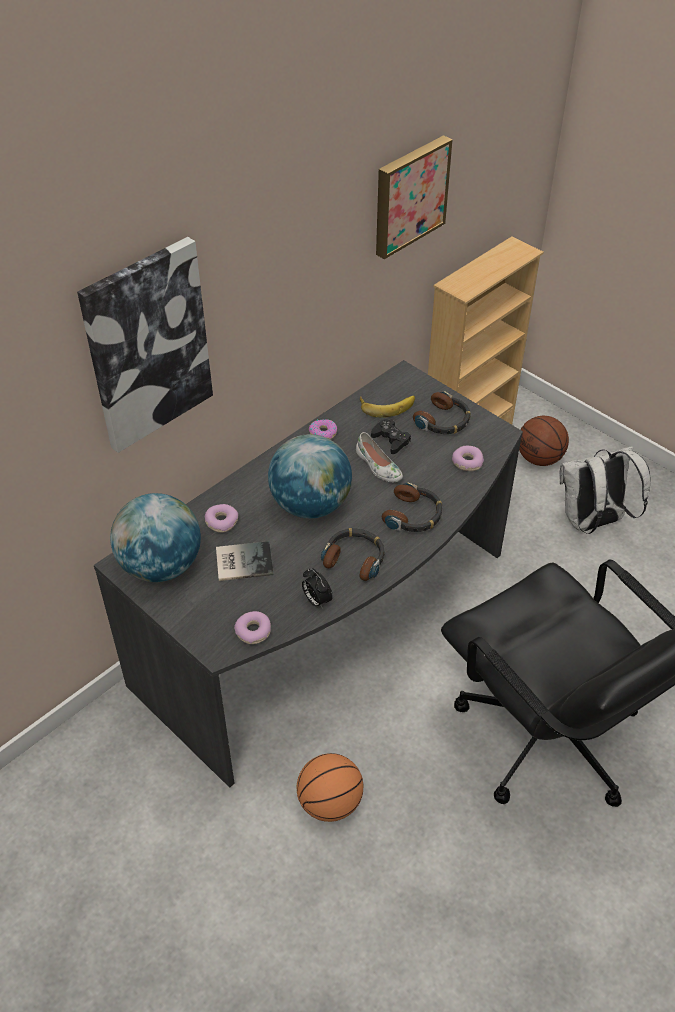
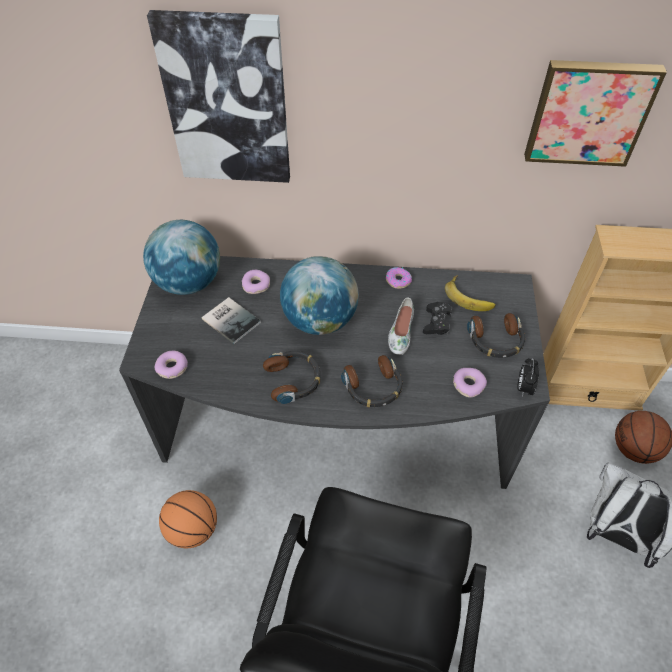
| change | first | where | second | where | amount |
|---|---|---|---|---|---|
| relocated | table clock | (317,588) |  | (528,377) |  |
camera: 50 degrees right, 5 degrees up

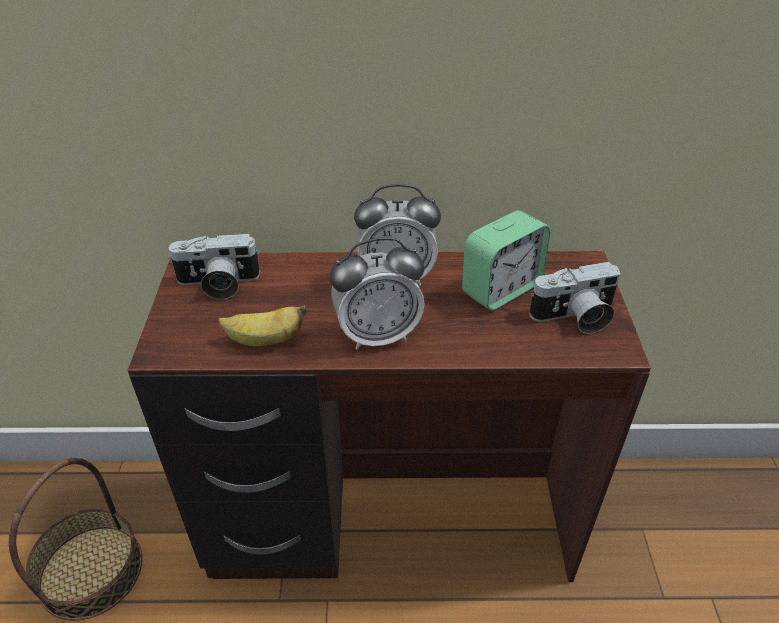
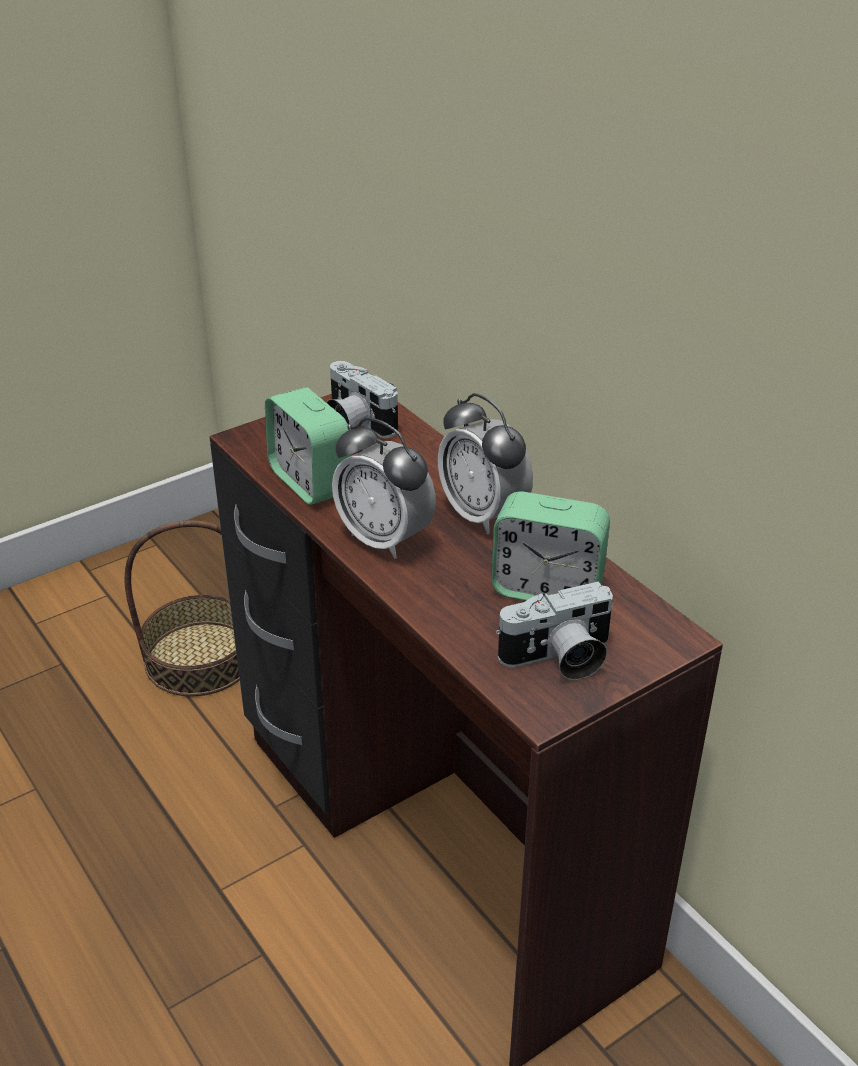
| change | first | where | second | where | amount |
|---|---|---|---|---|---|
| exchanged | banana fruit | (262,325) | table clock | (308,446) |  |
| spun | still camera | (574,298) |  | (554,630) | 60 degrees counterclockwise |
camera: 55 degrees right, 5 degrees down

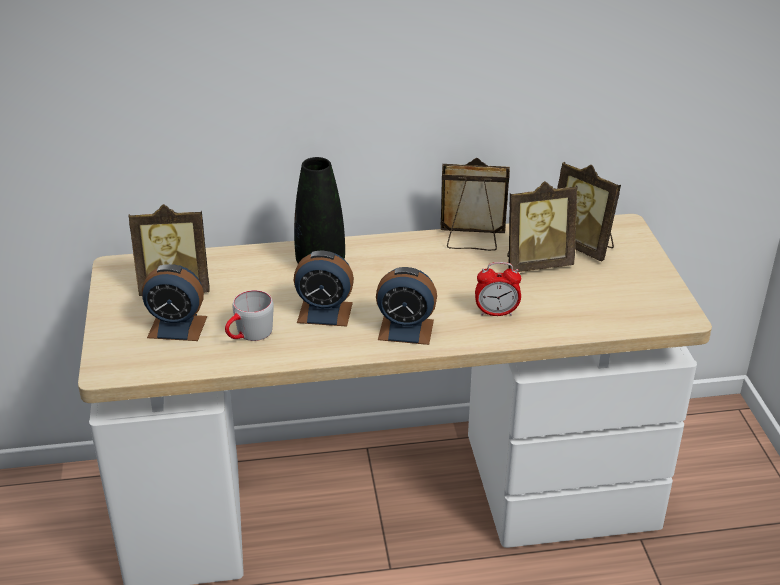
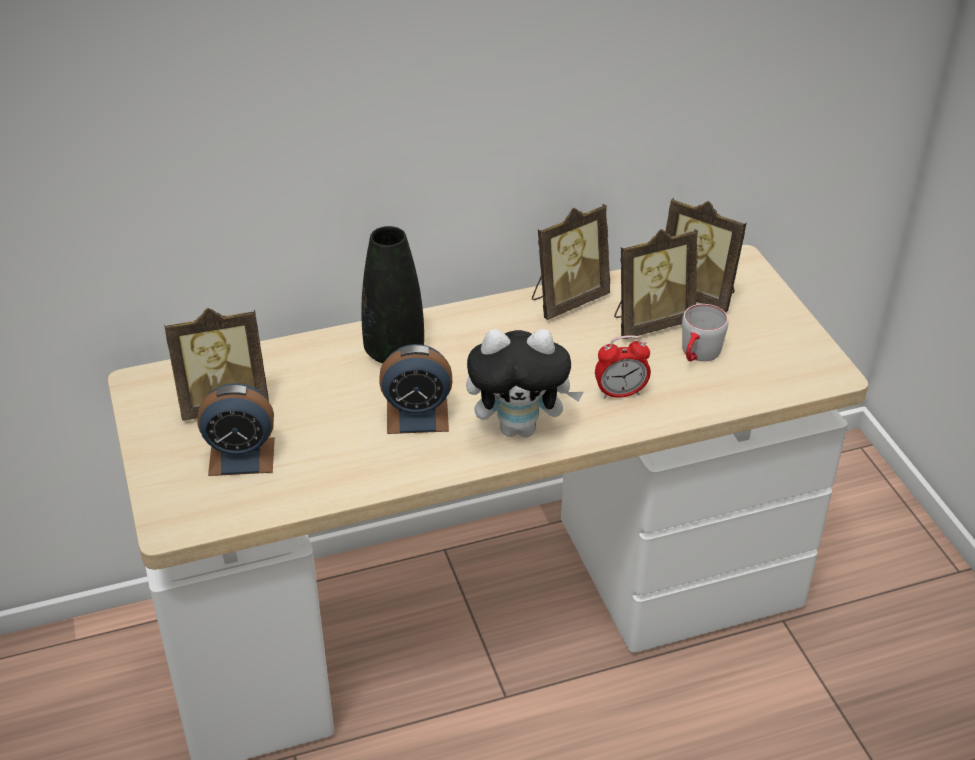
| change | first | where | second | where | amount |
|---|---|---|---|---|---|
| exchanged | table clock | (406,306) | plush toy | (525,383) |  |
| spun | photo frame | (475,204) |  | (571,262) | 150 degrees clockwise |
| relocated | tea mug/grey | (249,315) |  | (705,333) |  |
camera: 10 degrees left, 5 degrees up

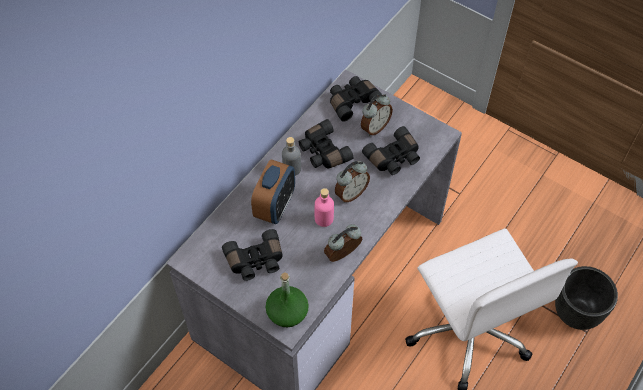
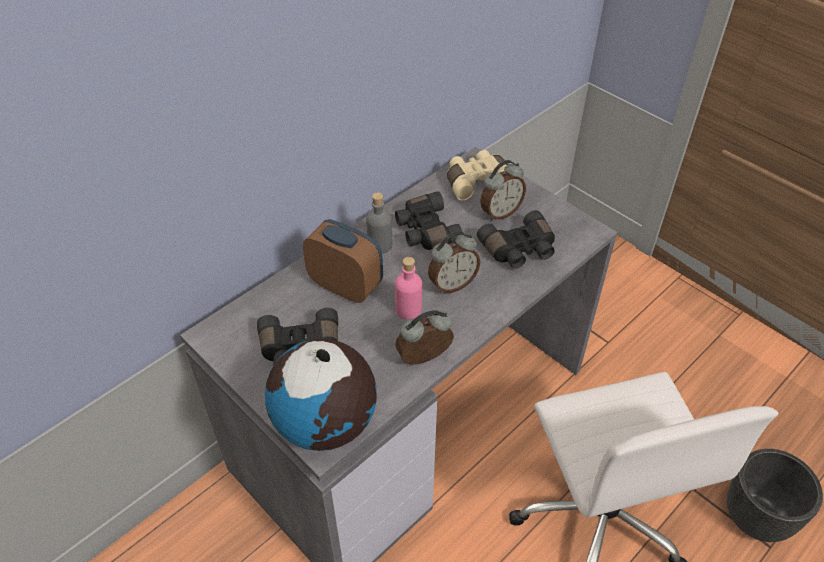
| change | first | where | second | where | amount |
|---|---|---|---|---|---|
| exchanged | beverage bottle/greenish | (287,299) | globe | (321,395) |  |
| spun | table clock | (273,192) |  | (343,261) | 90 degrees counterclockwise |
| colour | binoculars/black | (356,99) | binoculars/beige-coloured | (477,175) |  |
camera: 10 degrees right, 10 degrees down

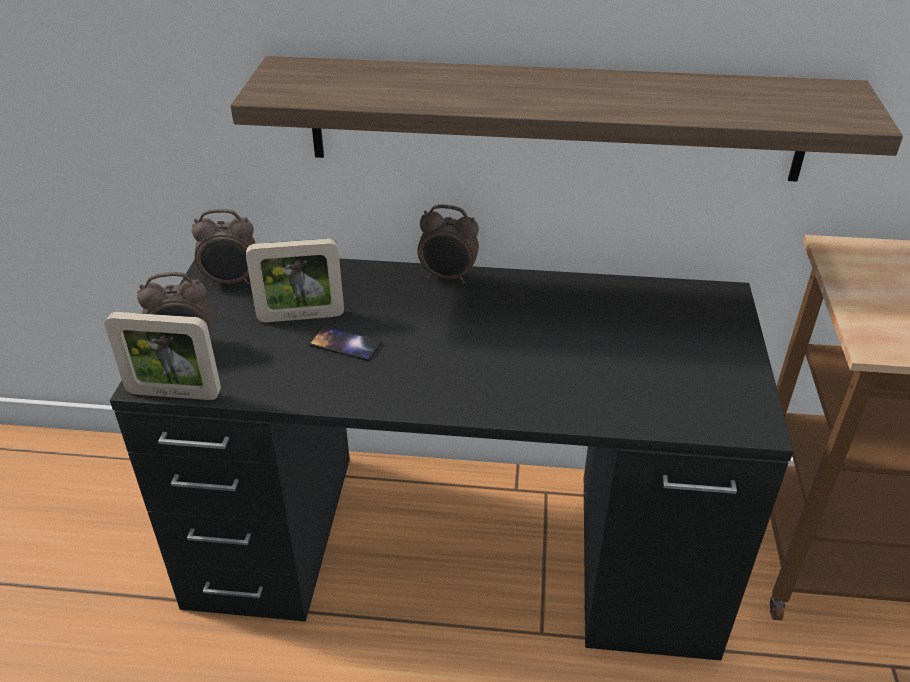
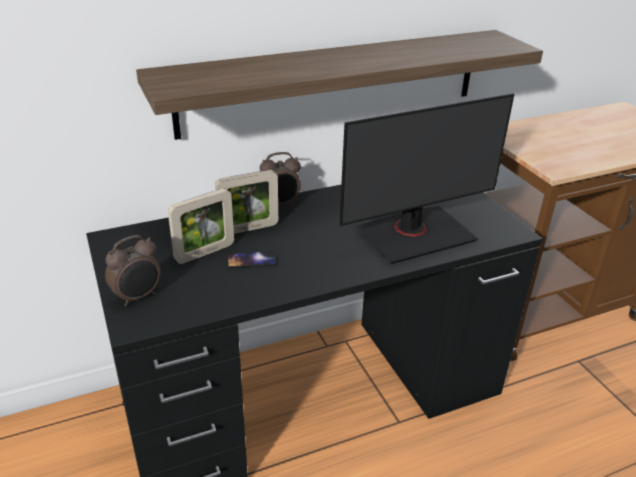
| change | first | where | second | where | amount |
|---|---|---|---|---|---|
| relocated | photo frame | (163,356) |  | (246,202) |  |
| appeared |  |  | monitor | (427,179) |  |
| missing | table clock | (224,247) |  |  |  |
camera: 30 degrees left, 5 degrees down

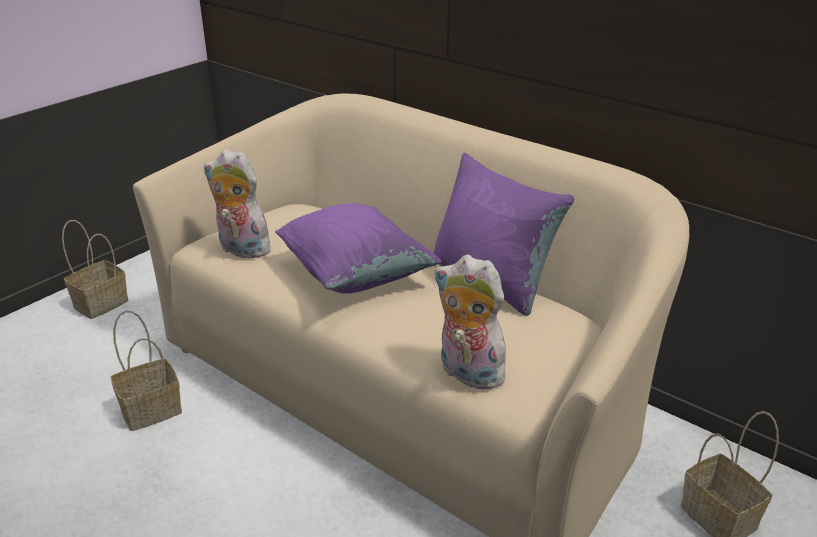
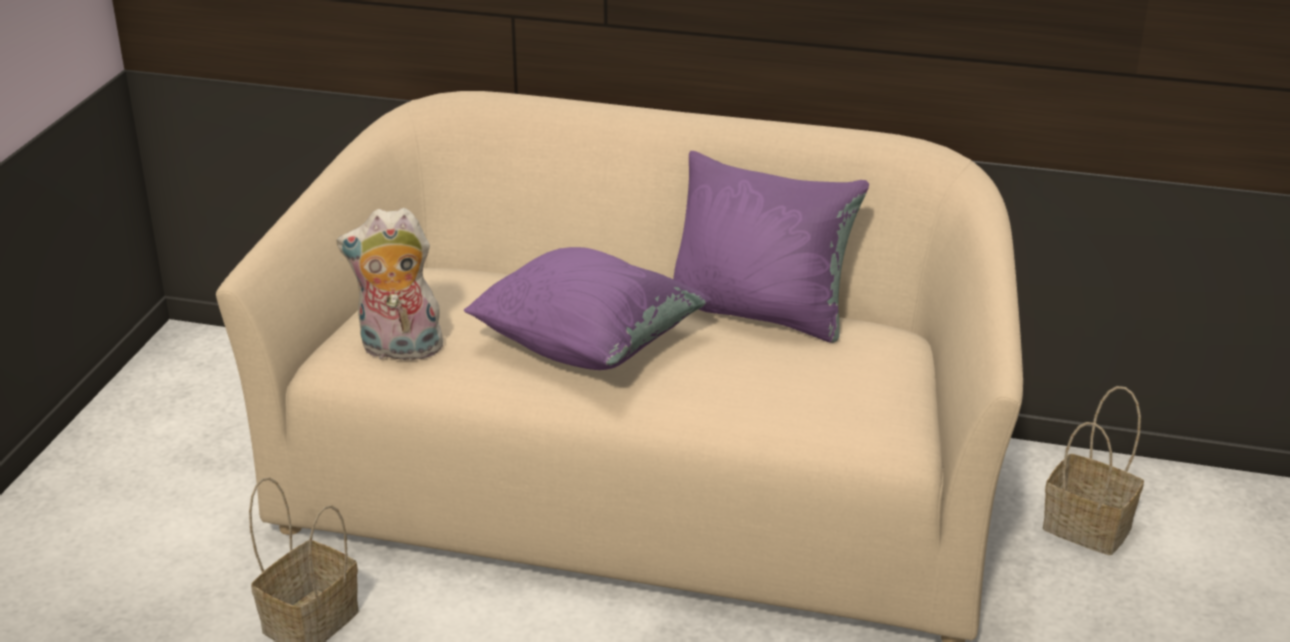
| change | first | where | second | where | amount |
|---|---|---|---|---|---|
| missing | household basket | (95,269) |  |  |  |
| missing | plush toy | (470,322) |  |  |  |
camera: 25 degrees left, 0 degrees up

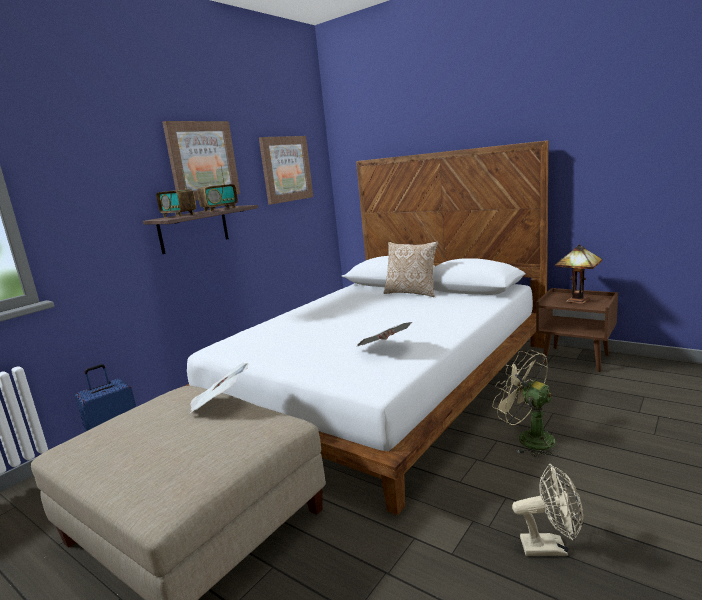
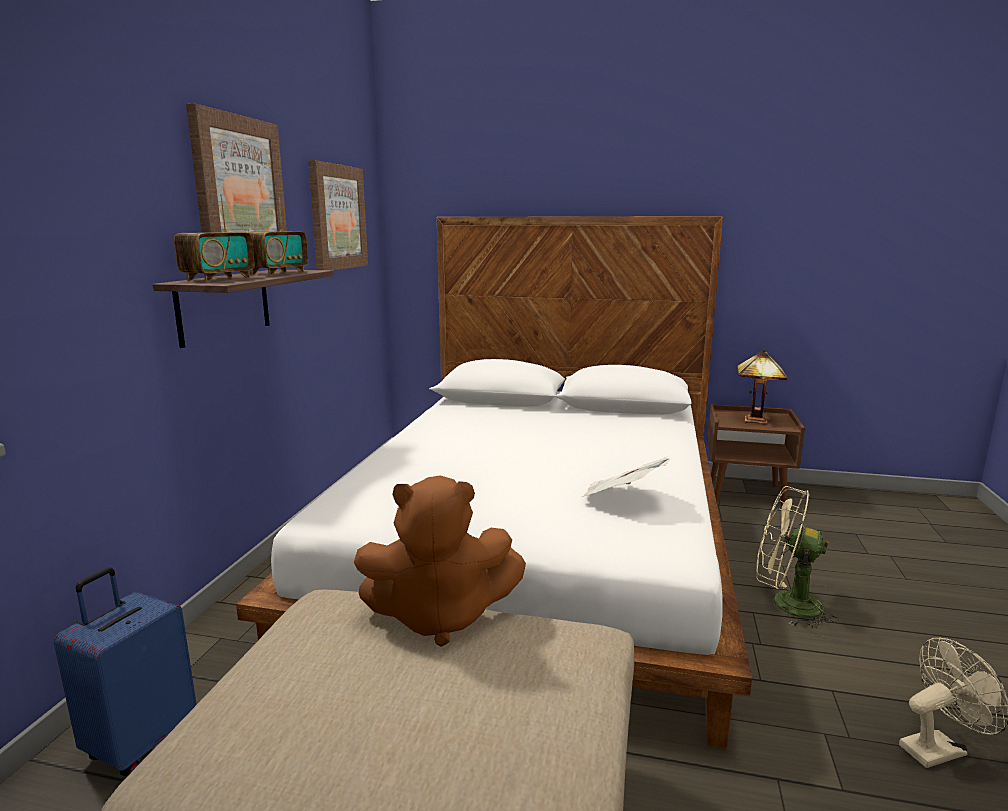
| change | first | where | second | where | amount |
|---|---|---|---|---|---|
| spun | radio receiver | (176,192) |  | (214,238) | 75 degrees counterclockwise |
| exchanged | daily paper | (218,388) | plush toy/brown-coloured | (440,561) |  |
| missing | cushion | (411,269) |  |  |  |
camera: 25 degrees left, 0 degrees up

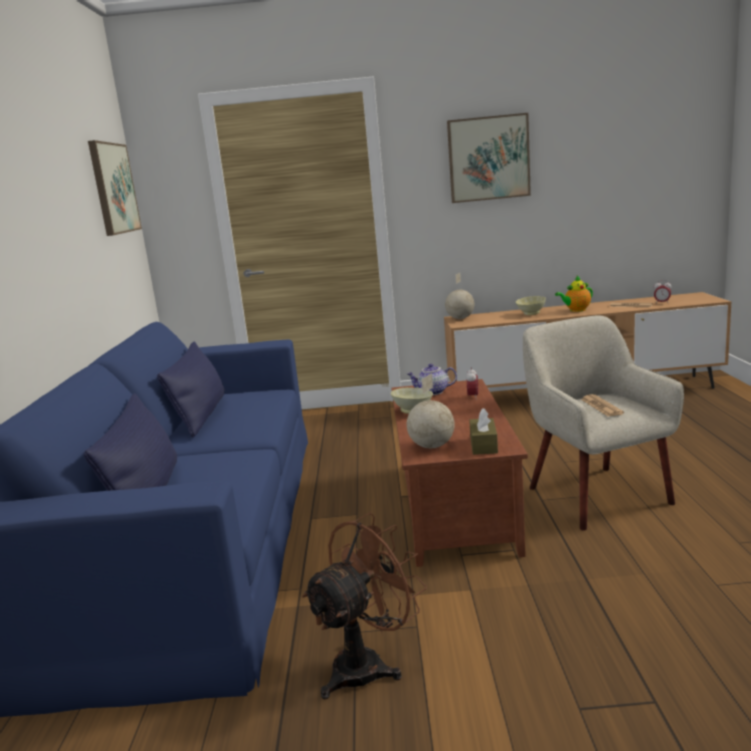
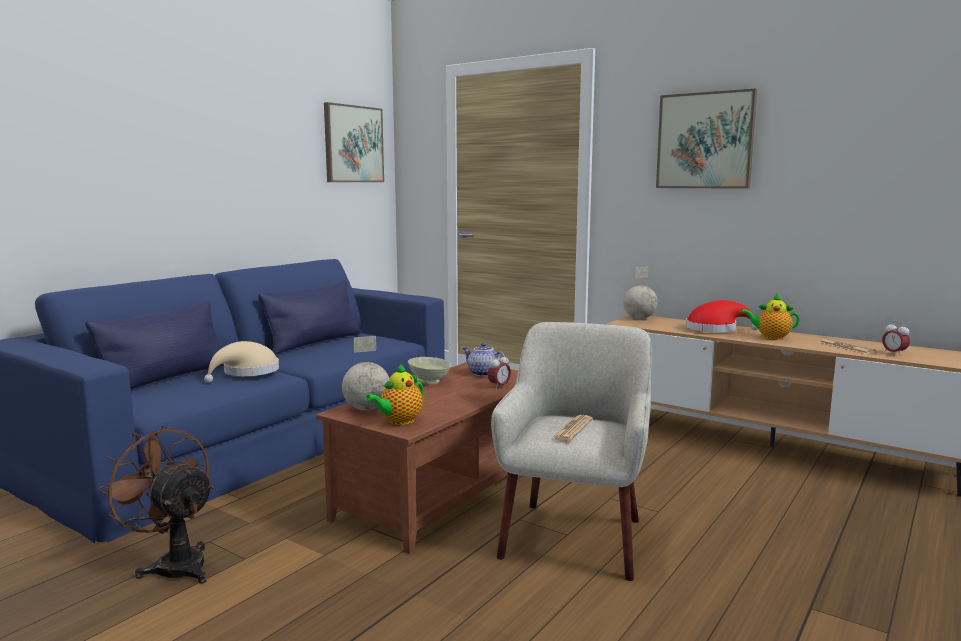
| change | first | where | second | where | amount |
|---|---|---|---|---|---|
| spun | electric fan/brown-coloured | (364,606) |  | (156,505) | 135 degrees counterclockwise |
| appeared |  |  | clothing hat/beige-coloured | (241,362) |  |
| exchanged | box of tissues/brown-coloured | (483,431) | pot for tea | (394,394) |  |
| exchanged | deep dish/beige-coloured | (531,305) | clothing hat/red | (722,316) |  |
camera: 35 degrees right, 5 degrees down

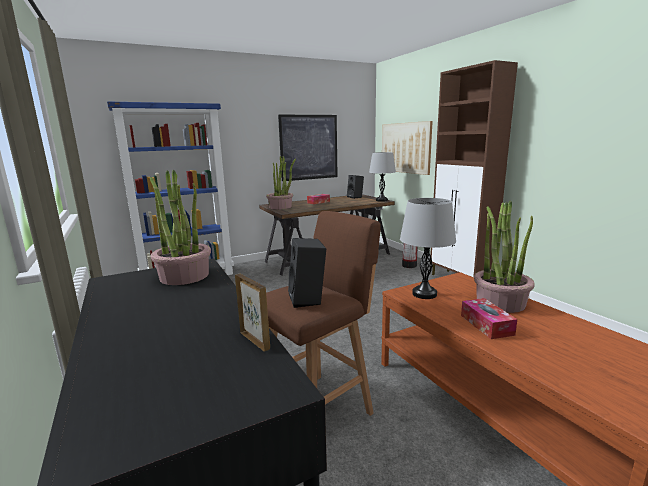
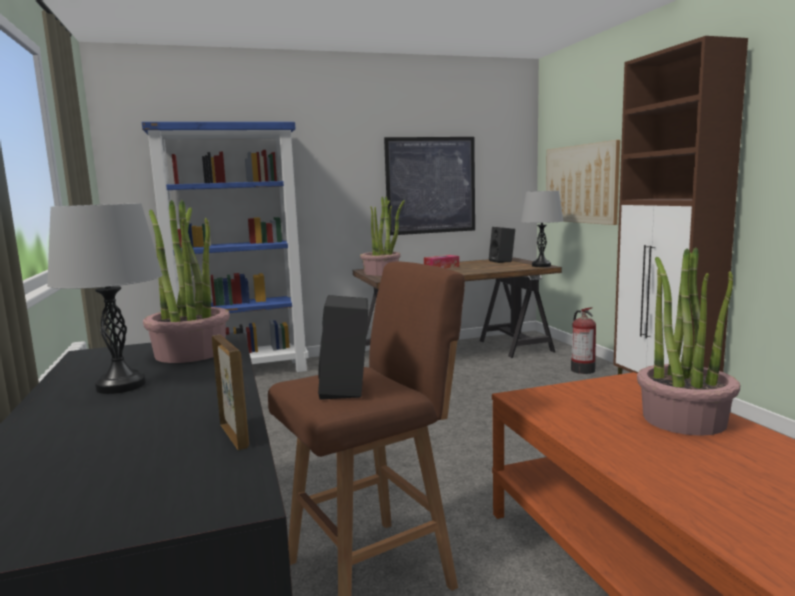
| change | first | where | second | where | amount |
|---|---|---|---|---|---|
| relocated | lamp for a table/grey | (428,248) |  | (105,298) |  |
| missing | box of tissues | (489,318) |  |  |  |
camera: 10 degrees right, 5 degrees down

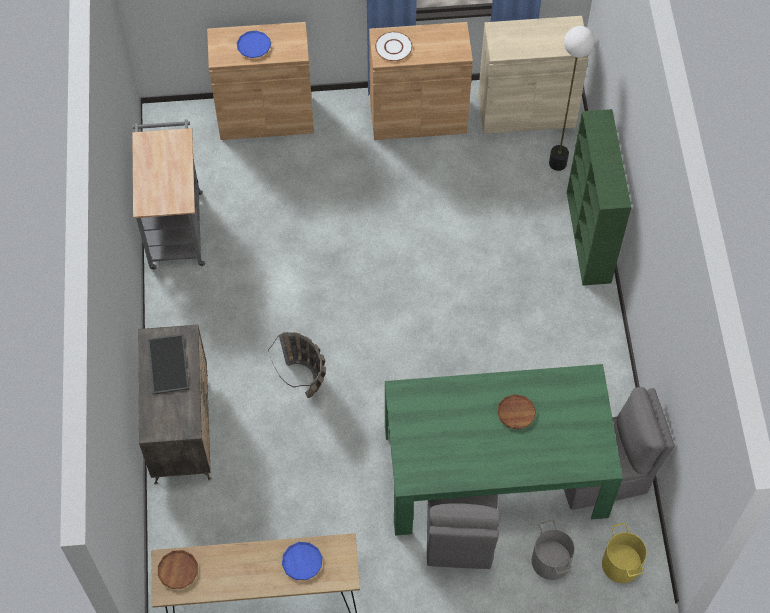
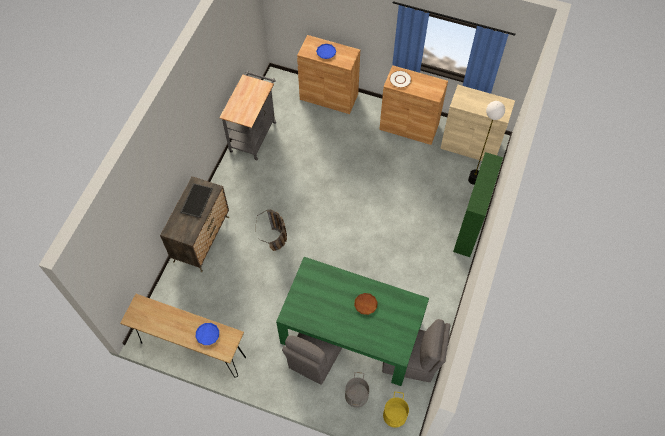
| change | first | where | second | where | amount |
|---|---|---|---|---|---|
| missing | plate/brown-coloured | (178,569) |  |  |  |
camera: 25 degrees right, 0 degrees up

